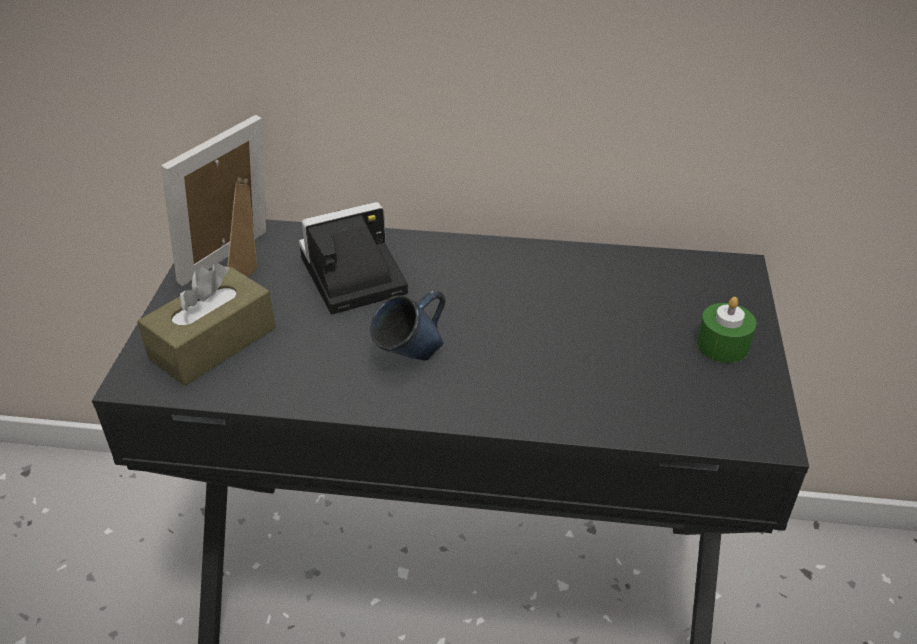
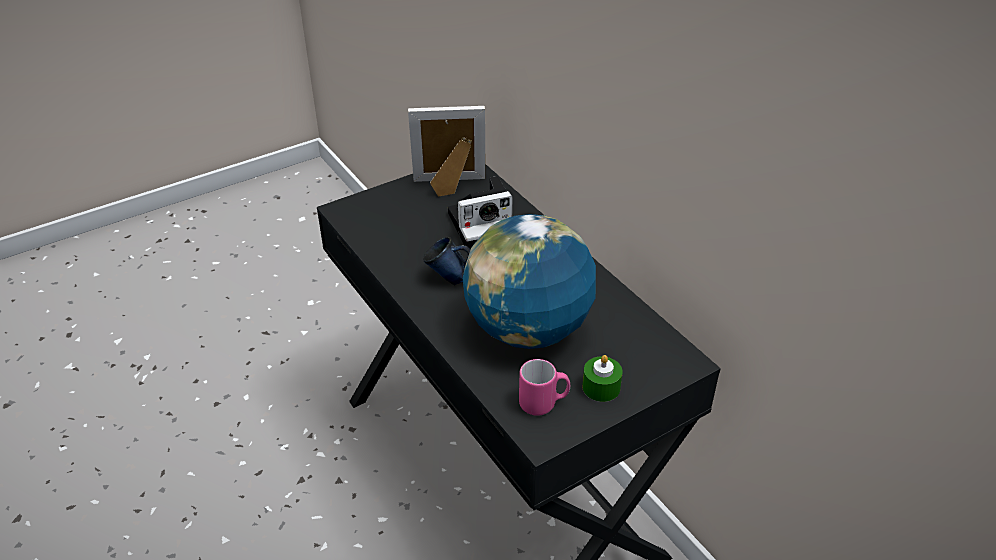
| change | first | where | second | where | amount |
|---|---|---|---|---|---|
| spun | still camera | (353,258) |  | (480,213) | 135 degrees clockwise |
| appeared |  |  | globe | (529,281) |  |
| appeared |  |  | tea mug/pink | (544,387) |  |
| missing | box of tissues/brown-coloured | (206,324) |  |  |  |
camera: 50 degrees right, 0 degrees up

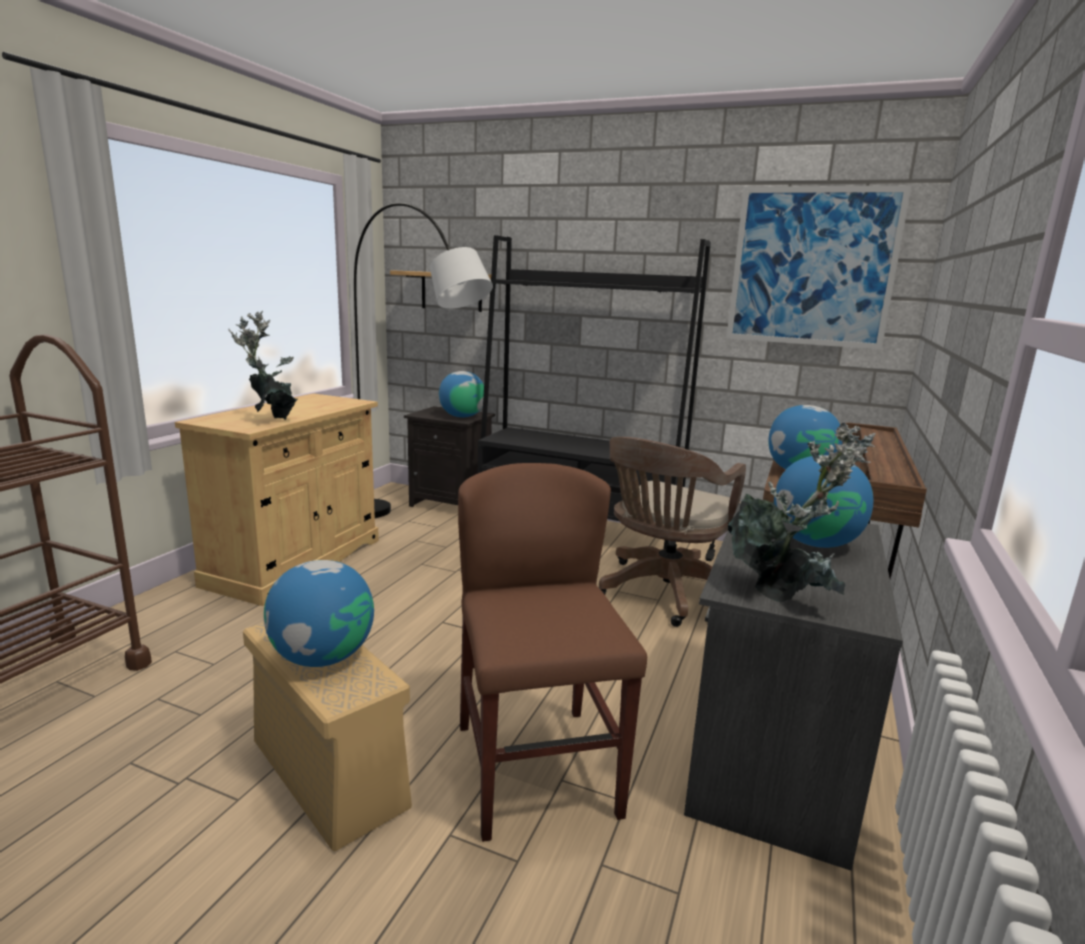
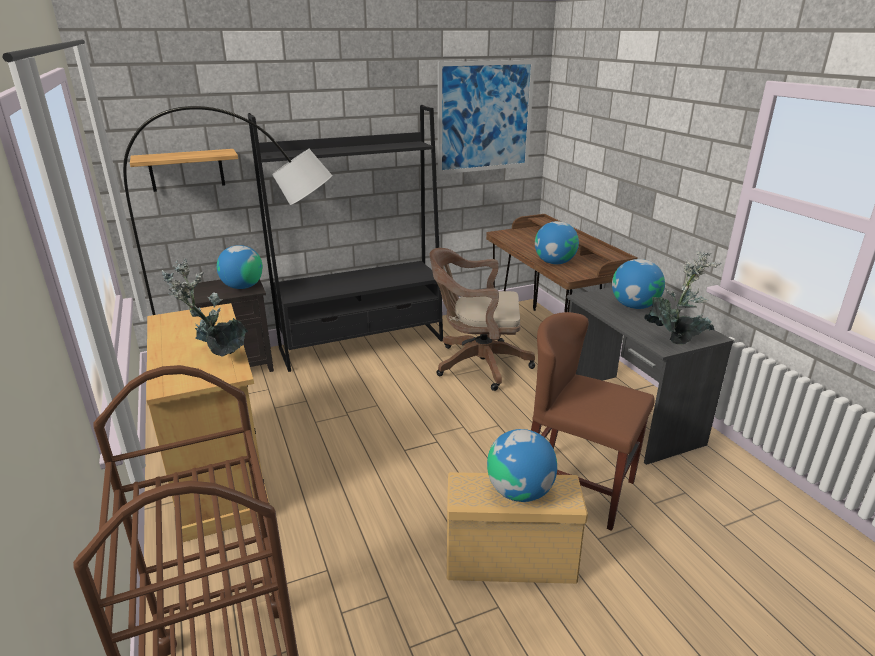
| change | first | where | second | where | amount |
|---|---|---|---|---|---|
| spun | office chair/brown-coloured | (672,532) |  | (482,319) | 105 degrees clockwise |
camera: 45 degrees left, 10 degrees up

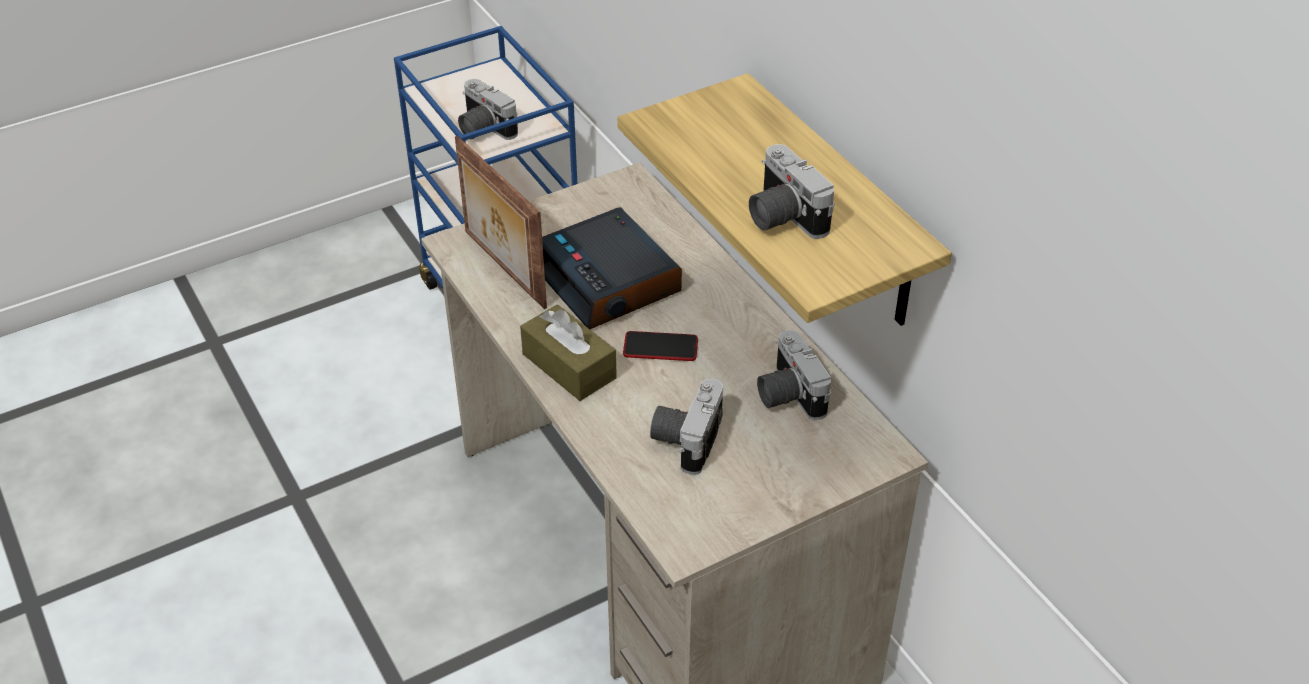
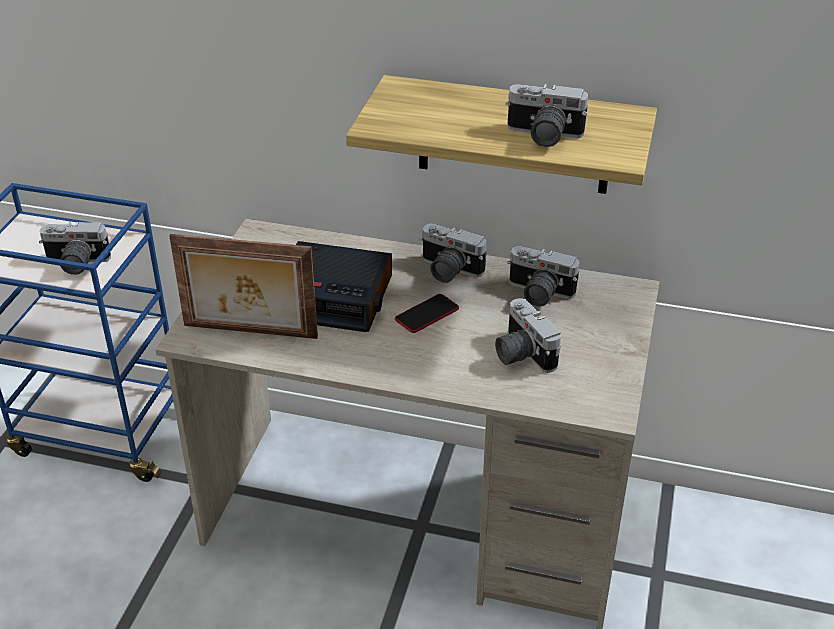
| change | first | where | second | where | amount |
|---|---|---|---|---|---|
| appeared |  |  | still camera | (453,253) |  |
| missing | box of tissues/brown-coloured | (568,352) |  |  |  |
camera: 45 degrees left, 5 degrees down

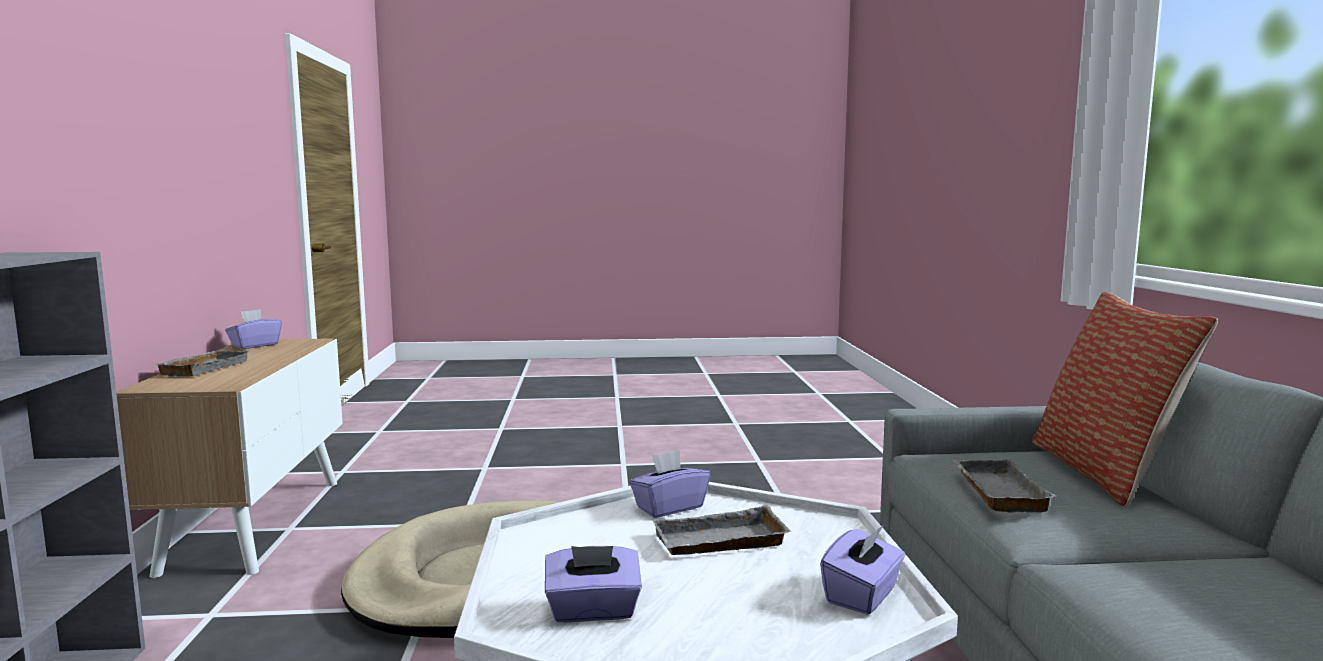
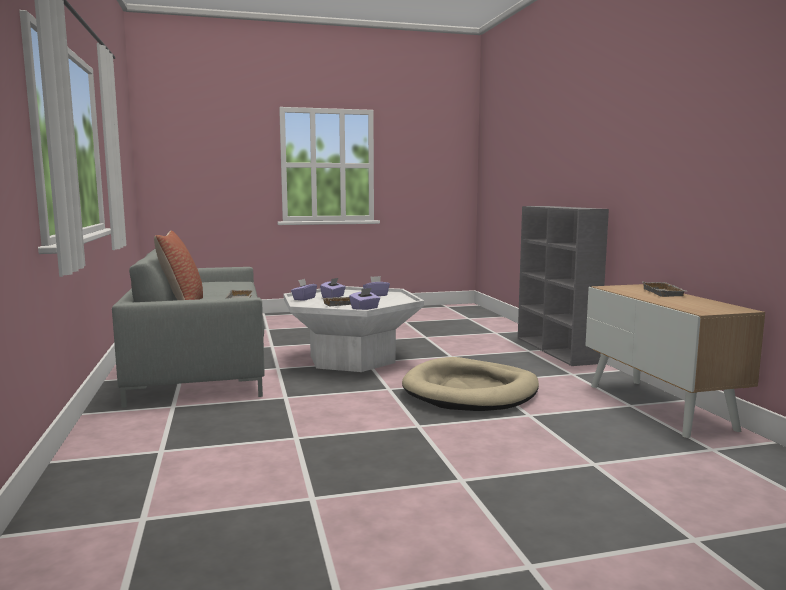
| change | first | where | second | where | amount |
|---|---|---|---|---|---|
| relocated | box of tissues/purplish | (253,329) |  | (333,288) |  |
camera: 170 degrees right, 0 degrees up

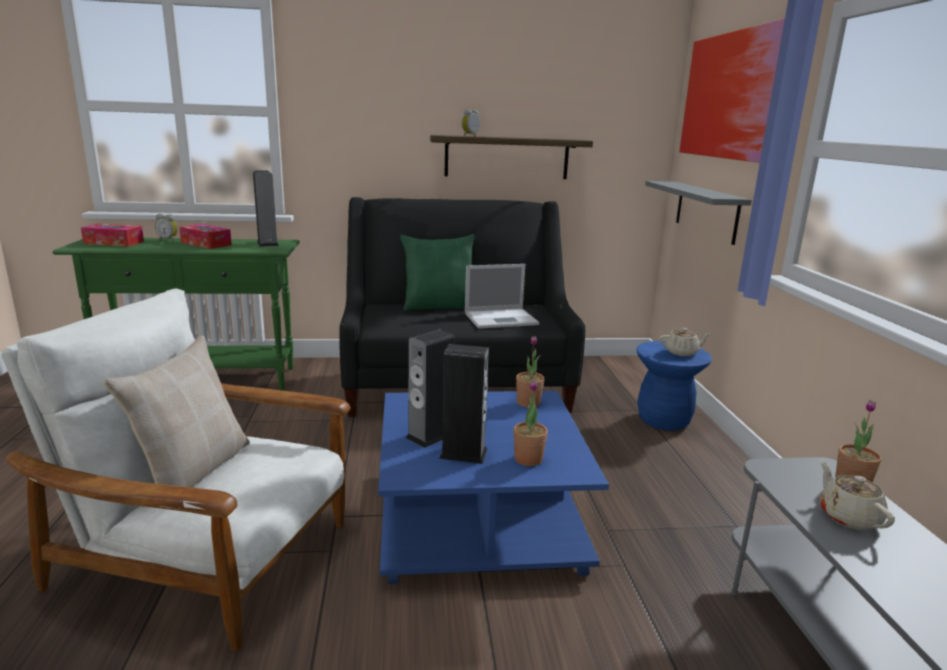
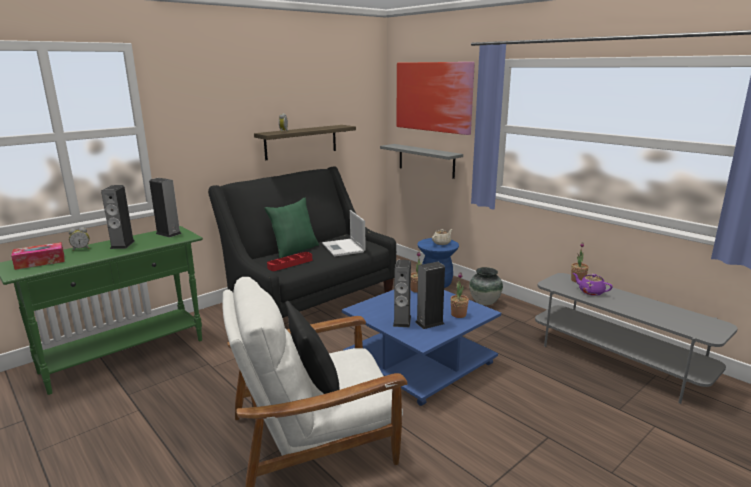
| change | first | where | second | where | amount |
|---|---|---|---|---|---|
| exchanged | box of tissues | (205,236) | loudspeaker | (118,217) |  |
| appeared |  |  | carrying tray/red | (289,261) |  |
| colour | cushion/beige-coloured | (176,411) | cushion/black | (312,347) |  |
| spun | portable computer | (502,296) |  | (344,233) | 120 degrees clockwise |
| appeared |  |  | vase | (486,286) |  |
| colour | pot for tea/beige-coloured | (857,495) | pot for tea/purplish | (593,284) |  |
camera: 35 degrees left, 0 degrees up

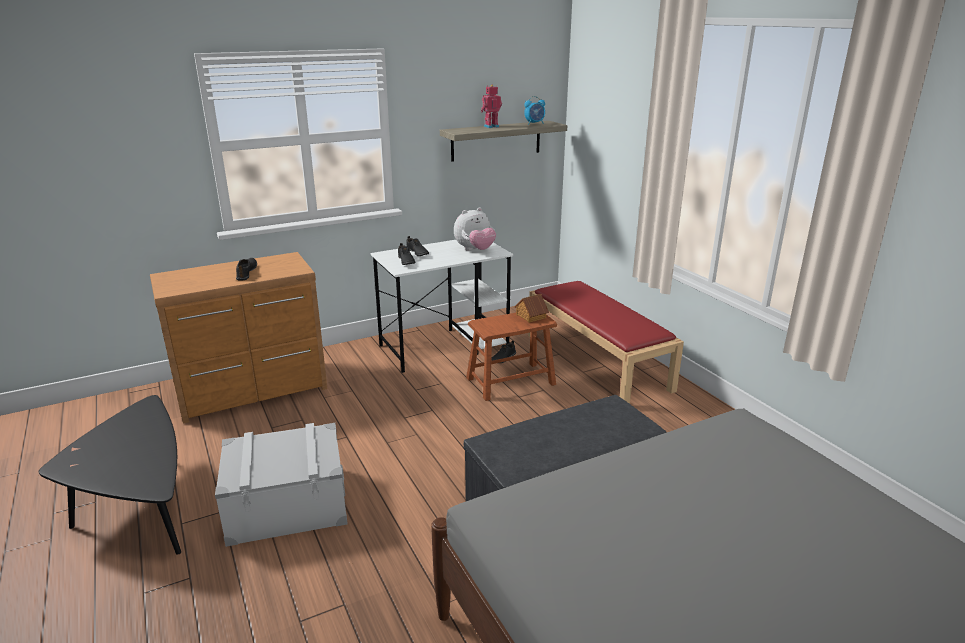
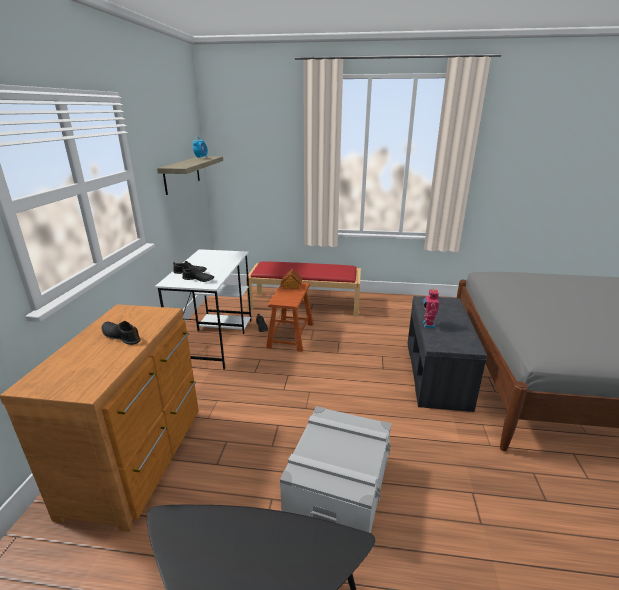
| change | first | where | second | where | amount |
|---|---|---|---|---|---|
| relocated | model robot | (491,106) |  | (431,308) |  |
| missing | plush toy | (475,229) |  |  |  |
camera: 55 degrees left, 0 degrees up

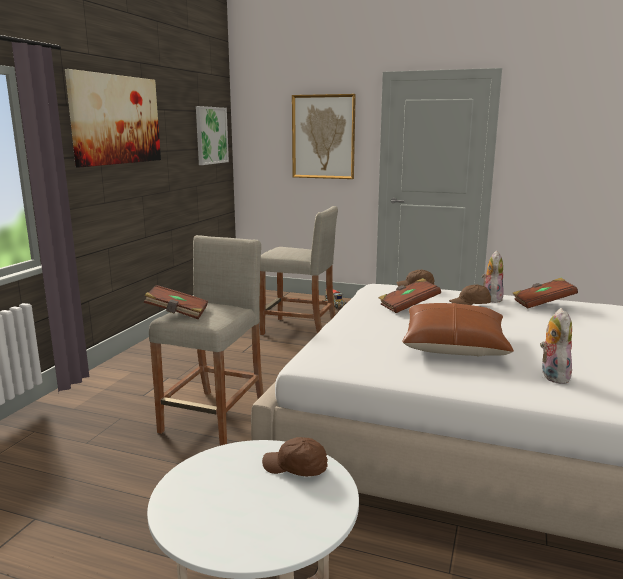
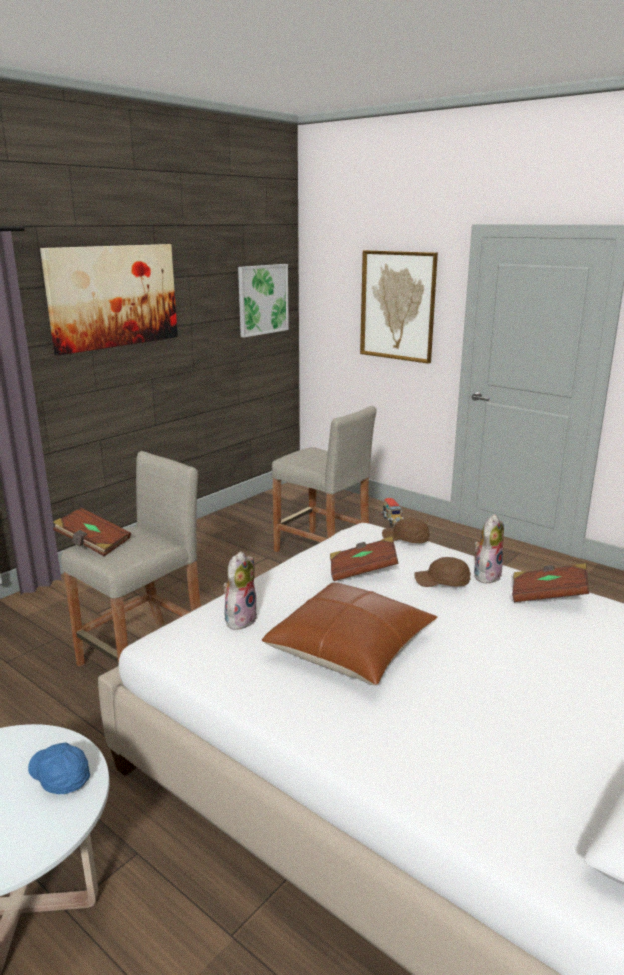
| change | first | where | second | where | amount |
|---|---|---|---|---|---|
| colour | baseball cap/brown-coloured | (295,456) | baseball cap/bluish | (59,768) |  |
| relocated | plush toy | (556,346) |  | (240,590) |  |
camera: 20 degrees right, 5 degrees up

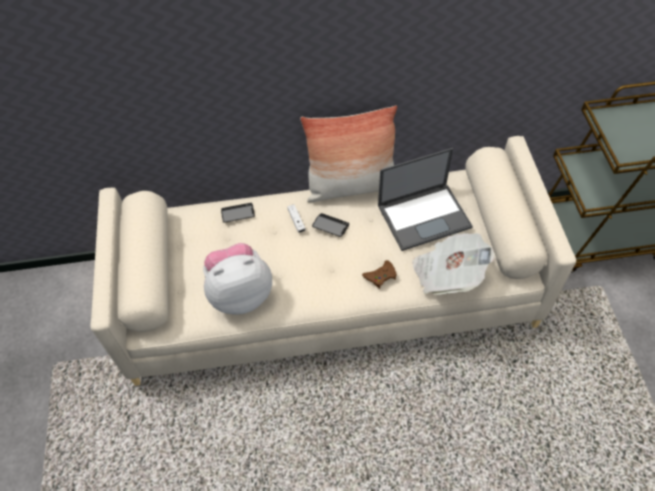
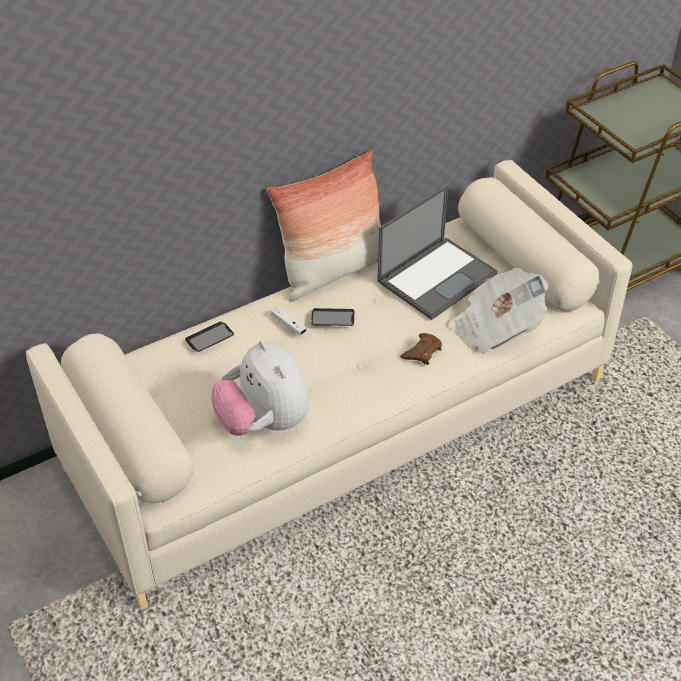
| change | first | where | second | where | amount |
|---|---|---|---|---|---|
| spun | plush toy | (237,279) |  | (260,388) | 75 degrees counterclockwise |
camera: 25 degrees left, 10 degrees down

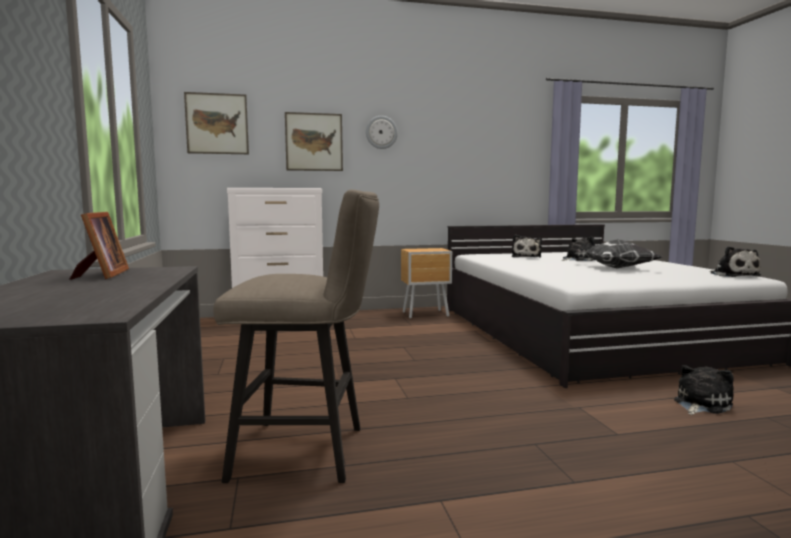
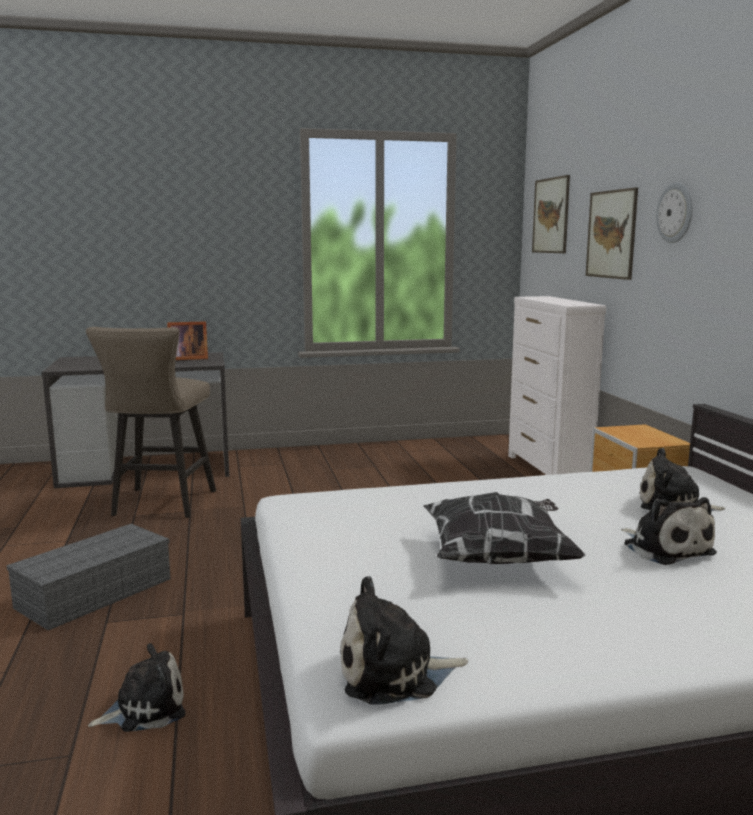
| change | first | where | second | where | amount |
|---|---|---|---|---|---|
| appeared |  |  | storage container/grey | (88,577) |  |
| spun | plush toy | (704,390) |  | (137,687) | 75 degrees counterclockwise |
camera: 90 degrees right, 5 degrees up

